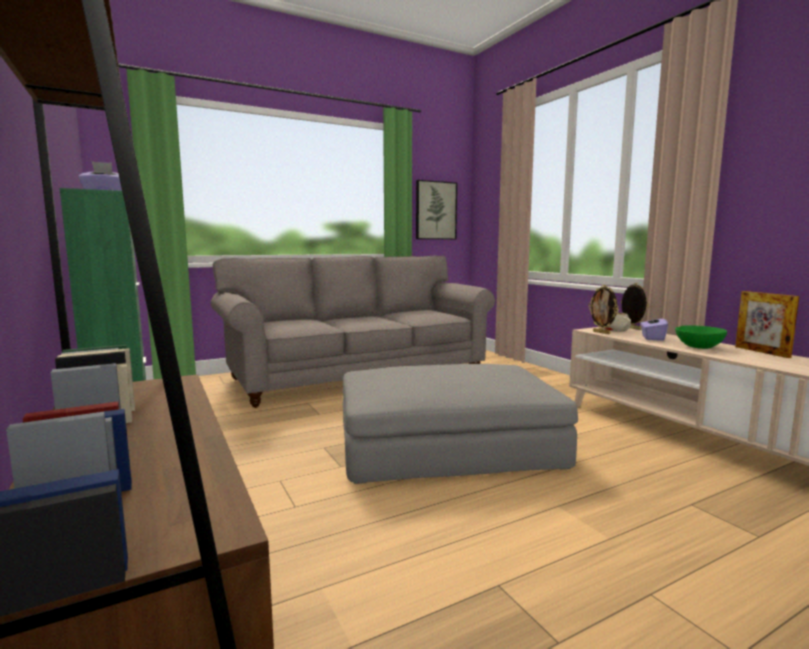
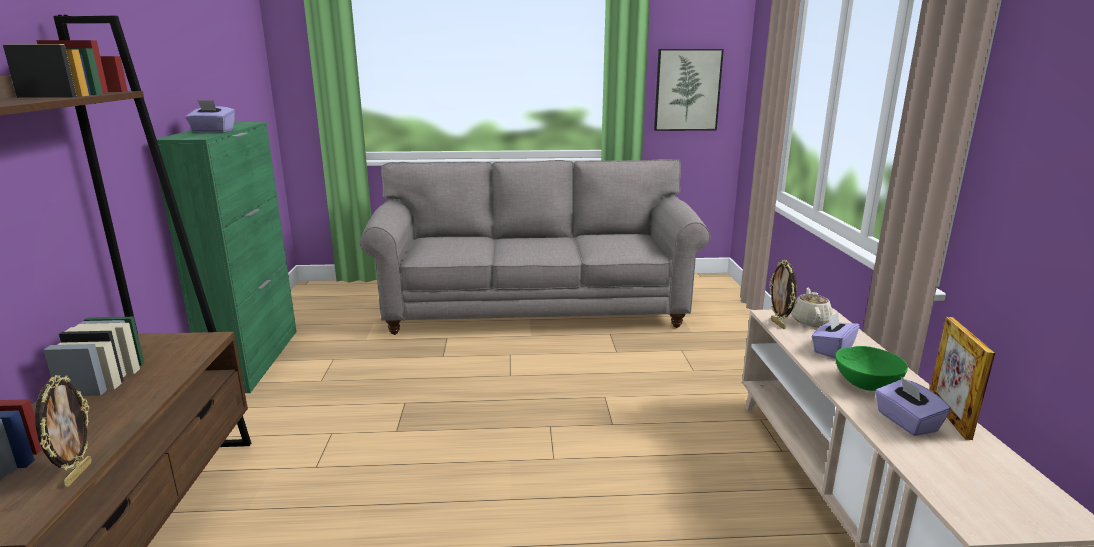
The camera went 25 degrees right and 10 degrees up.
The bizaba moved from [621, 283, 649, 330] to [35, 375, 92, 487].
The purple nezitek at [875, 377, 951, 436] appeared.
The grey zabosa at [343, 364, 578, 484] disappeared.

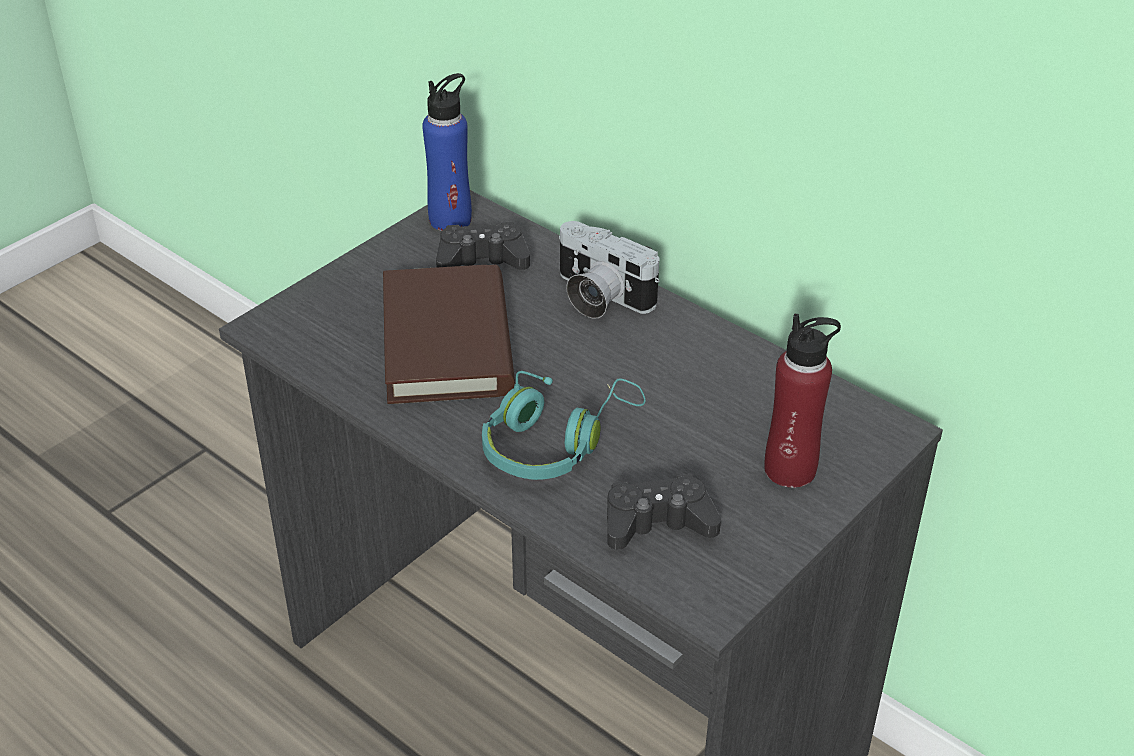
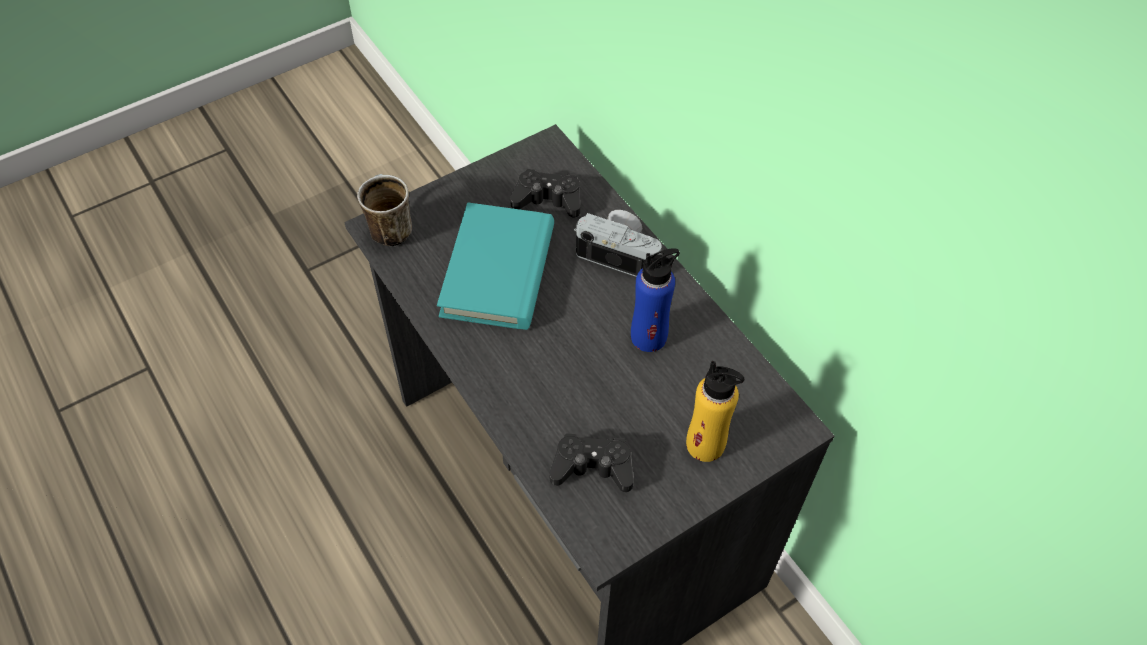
The camera went 15 degrees right and 15 degrees up.
The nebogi at [357, 174, 412, 246] appeared.
The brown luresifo at [383, 265, 515, 404] became the turquoise luresifo at [437, 203, 554, 330].
The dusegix at [559, 221, 660, 318] turned 150 degrees clockwise.
The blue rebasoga moved from [422, 73, 472, 231] to [631, 248, 680, 352].
The red rebasoga at [764, 314, 841, 488] became the yellow rebasoga at [686, 360, 744, 462].
The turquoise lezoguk at [482, 371, 646, 480] disappeared.

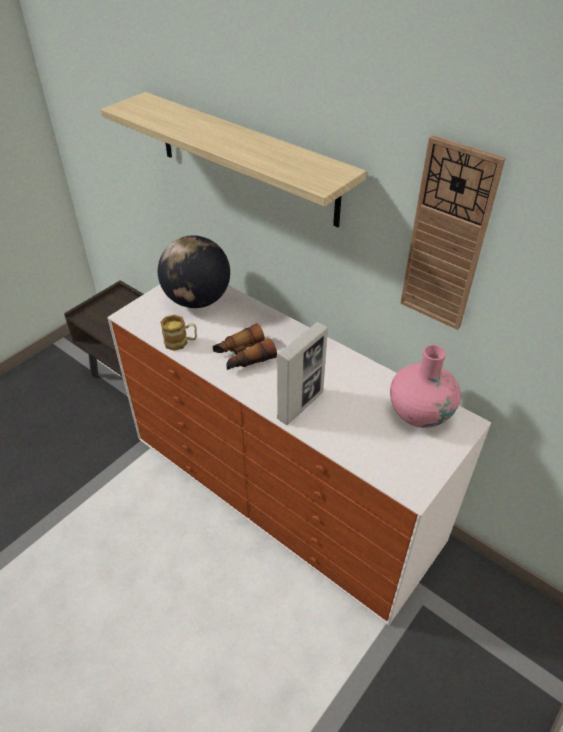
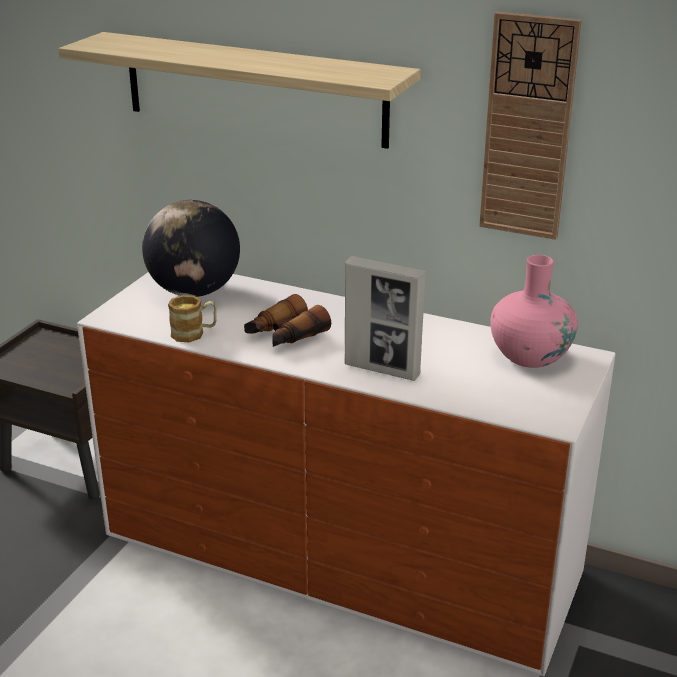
The camera went 15 degrees left and 15 degrees down.
The bizaba at [277, 322, 328, 425] turned 90 degrees clockwise.

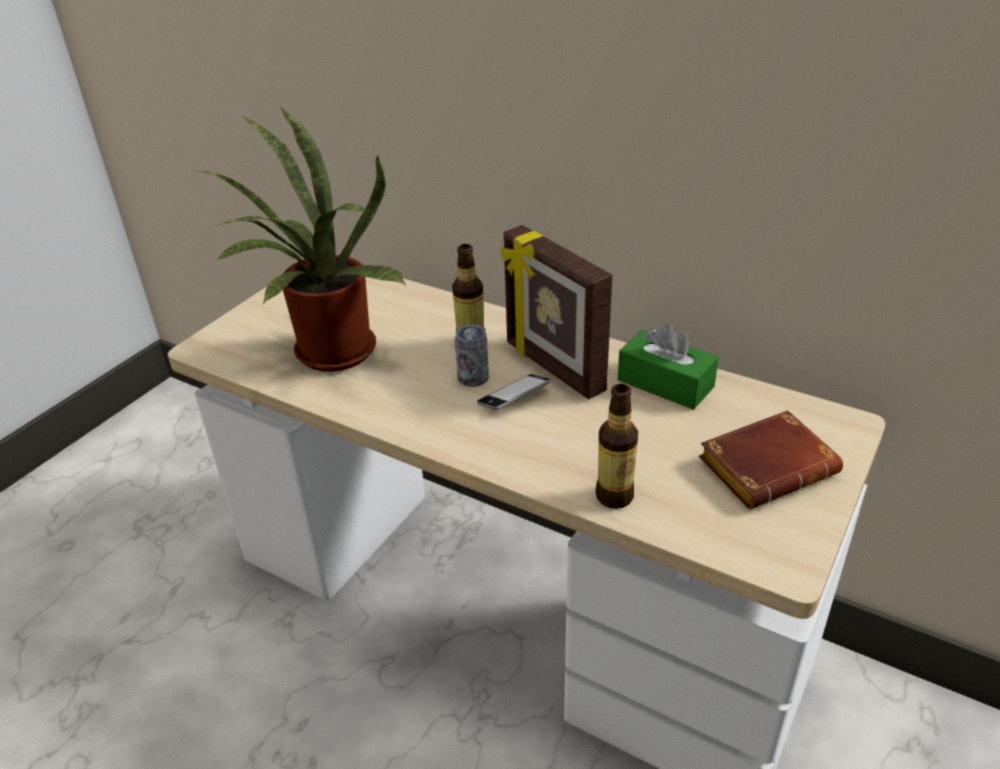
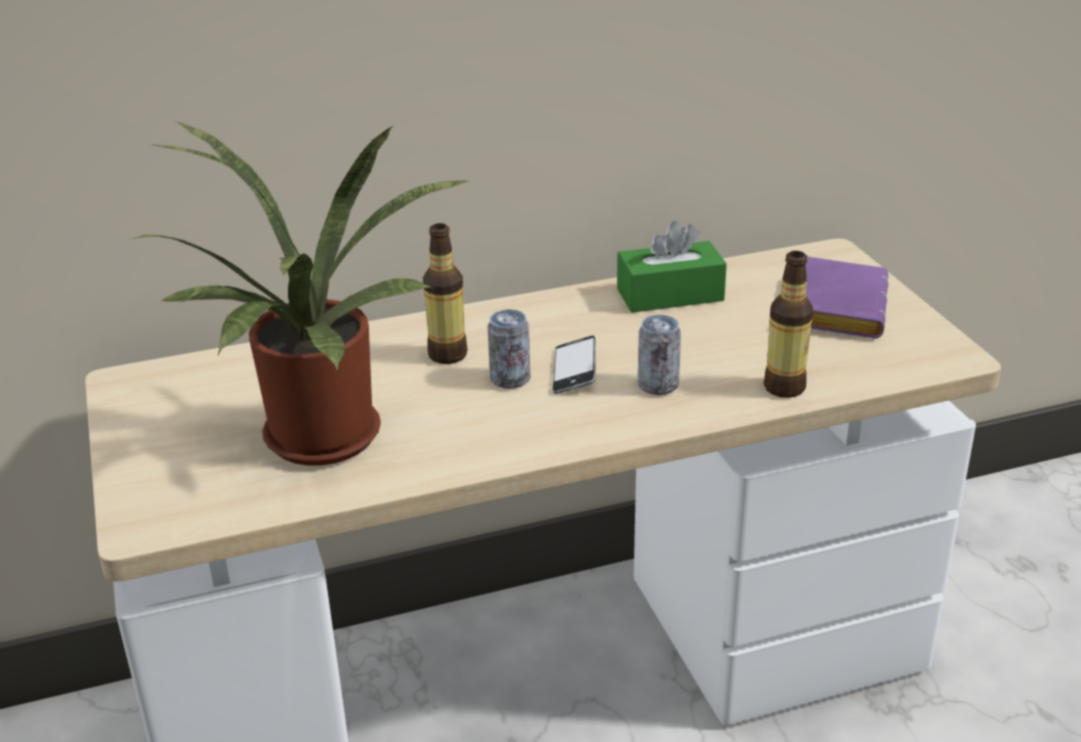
The camera went 50 degrees left and 5 degrees down.
The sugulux at [638, 315, 681, 395] appeared.
The brown luresifo at [699, 410, 843, 509] became the purple luresifo at [805, 257, 888, 338].
The bizaba at [501, 225, 612, 399] disappeared.

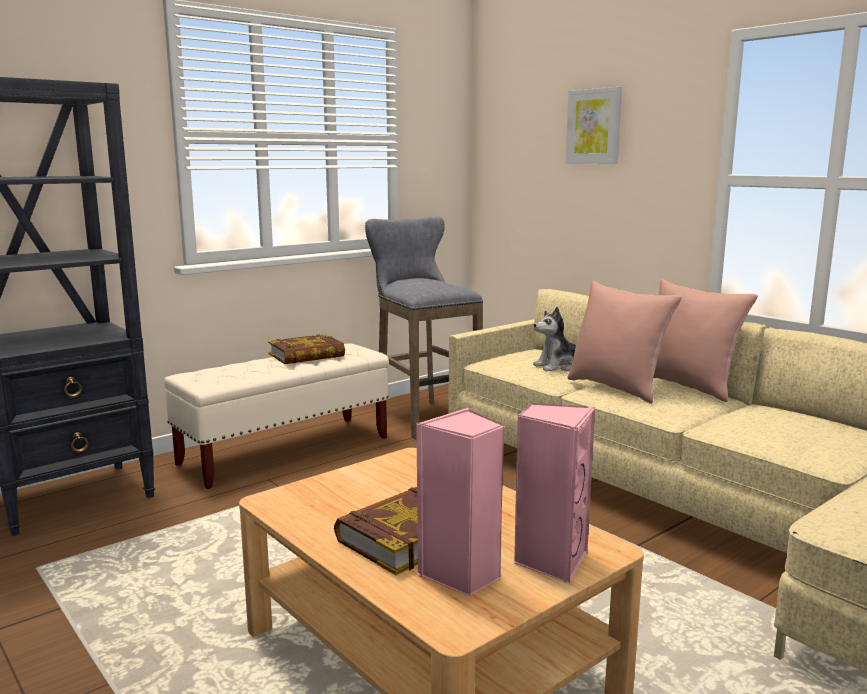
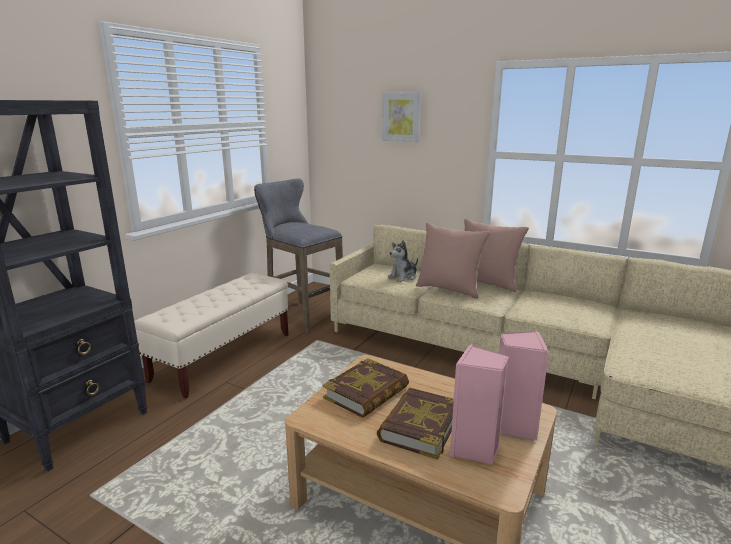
The camera went 20 degrees left and 5 degrees up.
The luresifo moved from [268, 334, 345, 364] to [323, 358, 409, 418].

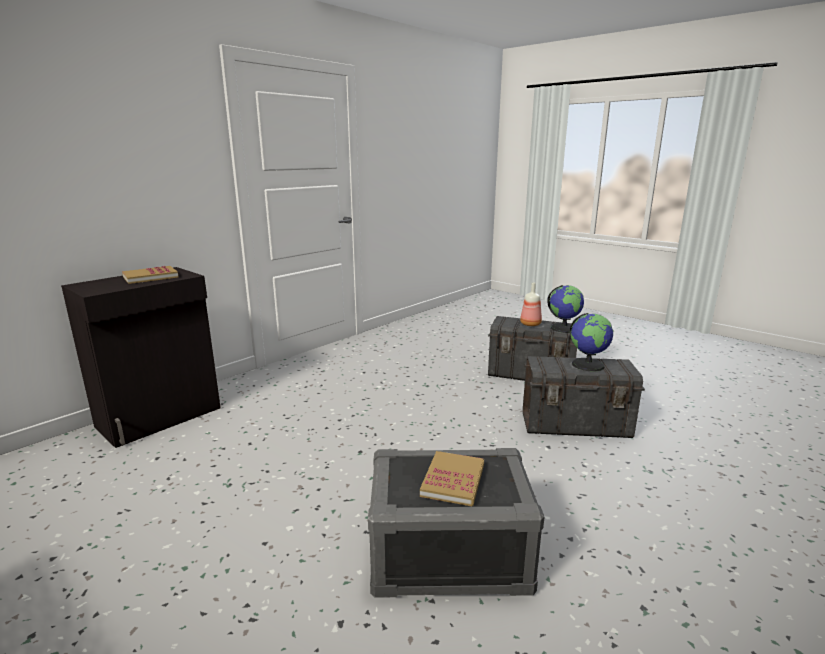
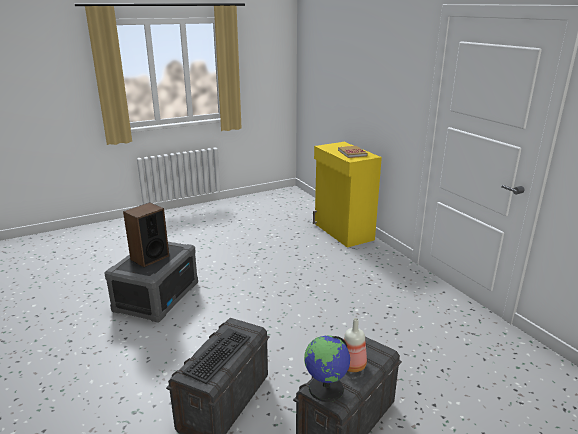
The camera went 110 degrees right and 5 degrees up.
The luresifo at [420, 451, 484, 506] was replaced by the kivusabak at [123, 202, 169, 267].
The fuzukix at [570, 313, 614, 372] was replaced by the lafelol at [183, 328, 251, 384].
The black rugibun at [61, 267, 221, 448] became the yellow rugibun at [313, 142, 382, 248].

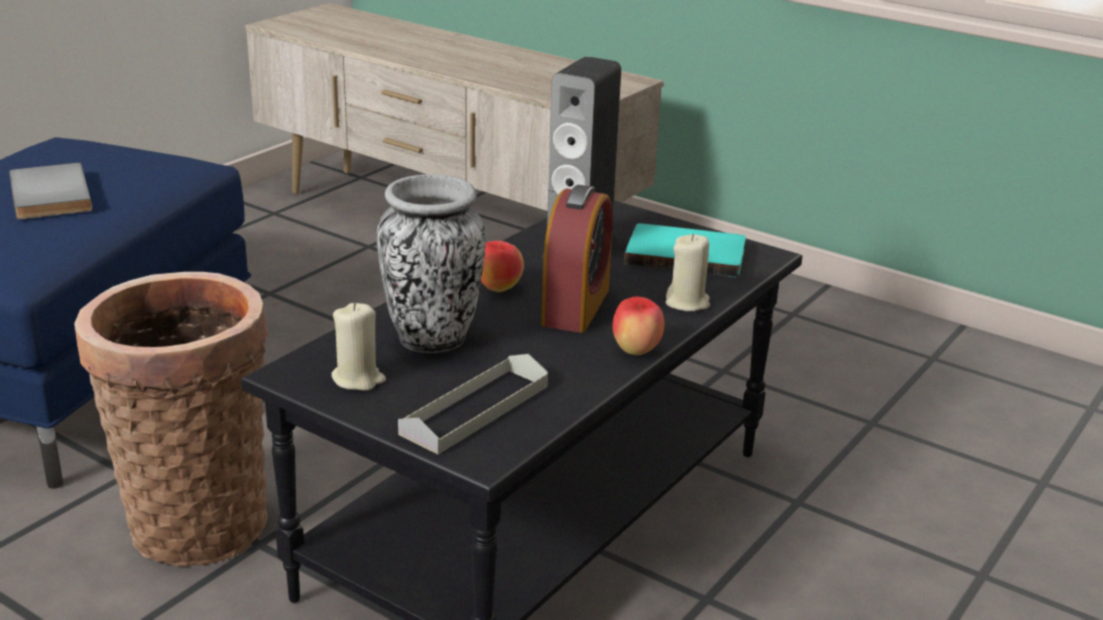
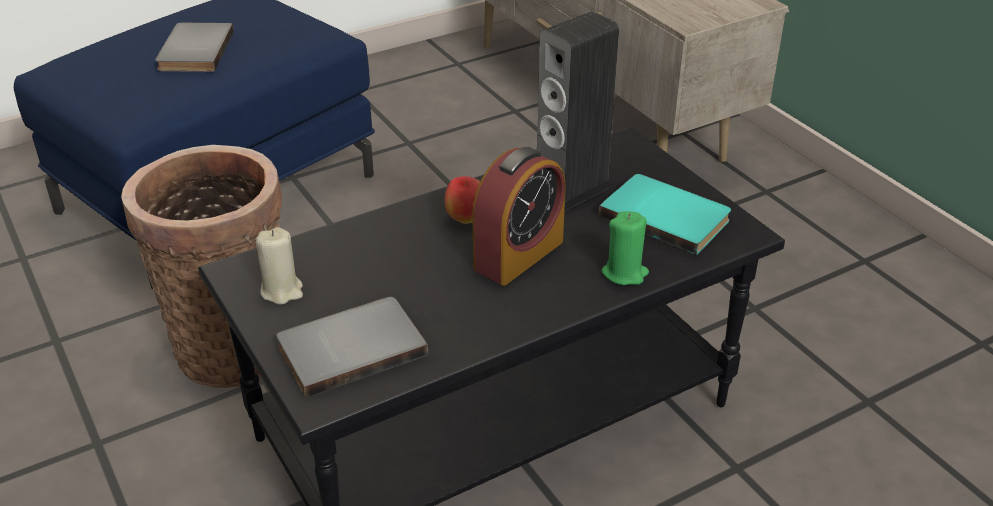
The camera went 25 degrees right and 10 degrees up.
The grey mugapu at [398, 354, 548, 454] was replaced by the grey luresifo at [277, 297, 428, 398].
The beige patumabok at [665, 234, 710, 311] became the green patumabok at [602, 211, 649, 285].
The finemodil at [377, 174, 486, 353] disappeared.
The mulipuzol at [612, 297, 664, 355] disappeared.

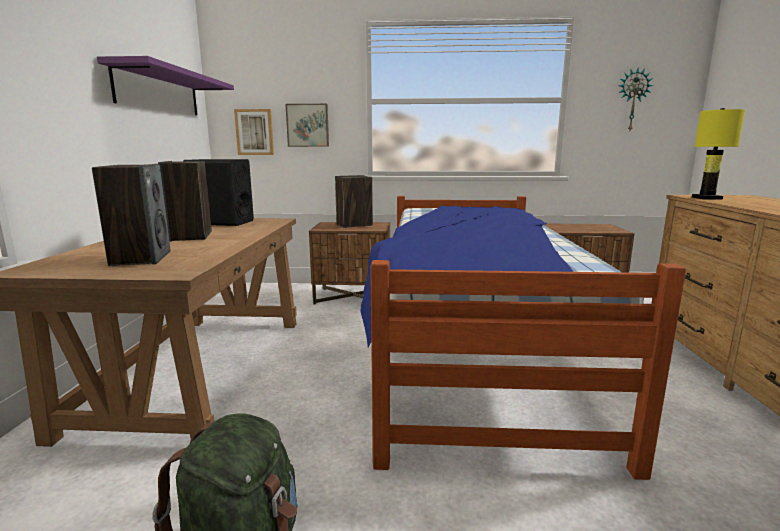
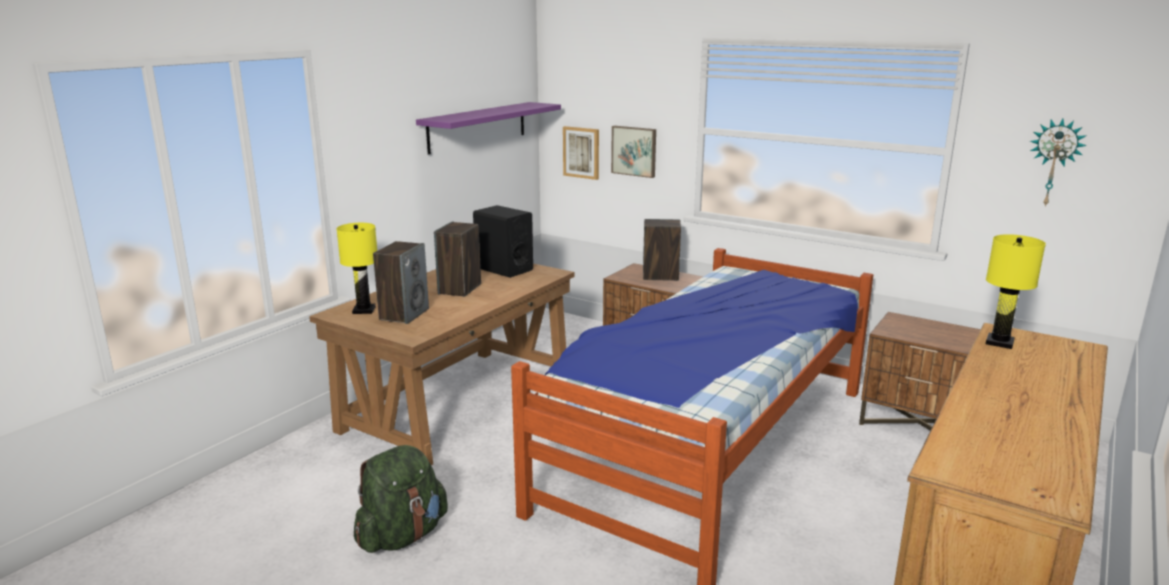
The camera went 30 degrees right and 5 degrees up.
The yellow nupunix at [336, 223, 377, 314] appeared.

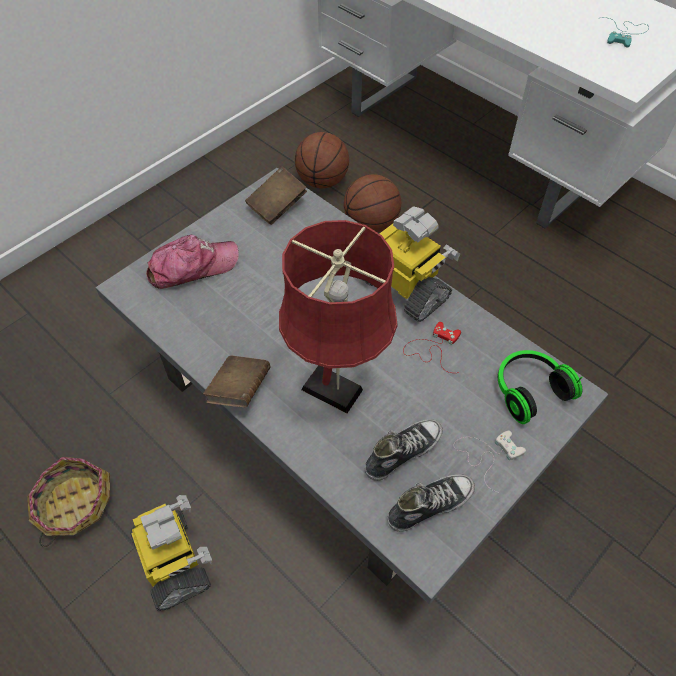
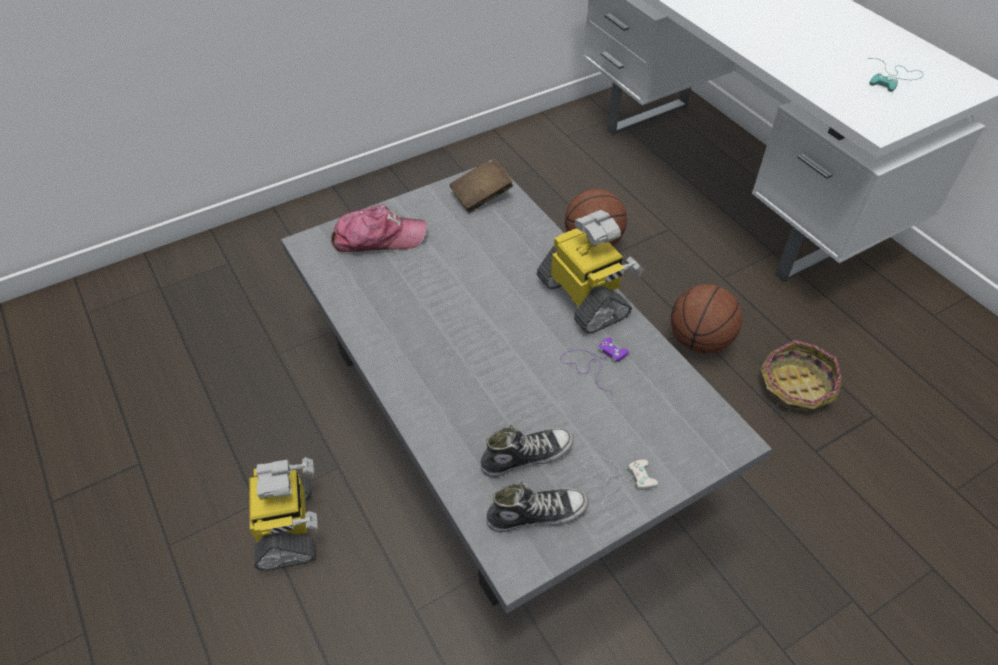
The camera went 15 degrees right and 5 degrees down.
The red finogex at [403, 322, 461, 373] became the purple finogex at [560, 338, 629, 391].
The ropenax moved from [295, 132, 349, 188] to [671, 284, 742, 354].
The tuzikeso moved from [27, 457, 110, 547] to [761, 340, 841, 414].
The brown luresifo at [203, 356, 271, 407] disappeared.
The red nupunix at [279, 220, 398, 413] disappeared.
The lezoguk at [498, 350, 582, 424] disappeared.

